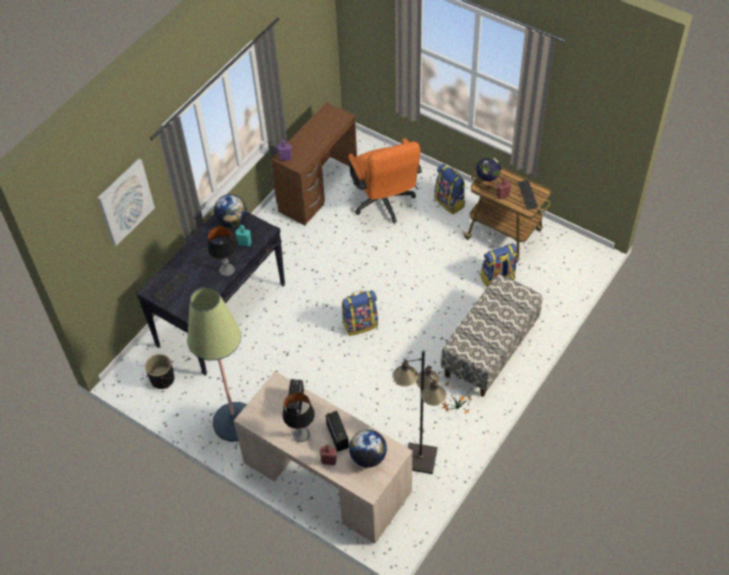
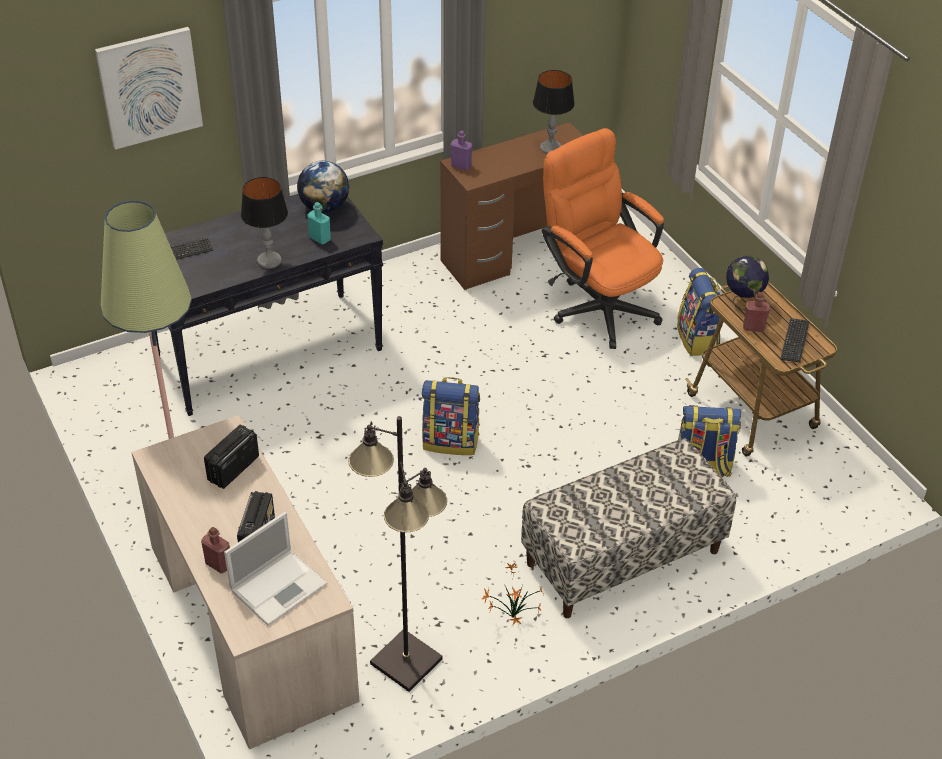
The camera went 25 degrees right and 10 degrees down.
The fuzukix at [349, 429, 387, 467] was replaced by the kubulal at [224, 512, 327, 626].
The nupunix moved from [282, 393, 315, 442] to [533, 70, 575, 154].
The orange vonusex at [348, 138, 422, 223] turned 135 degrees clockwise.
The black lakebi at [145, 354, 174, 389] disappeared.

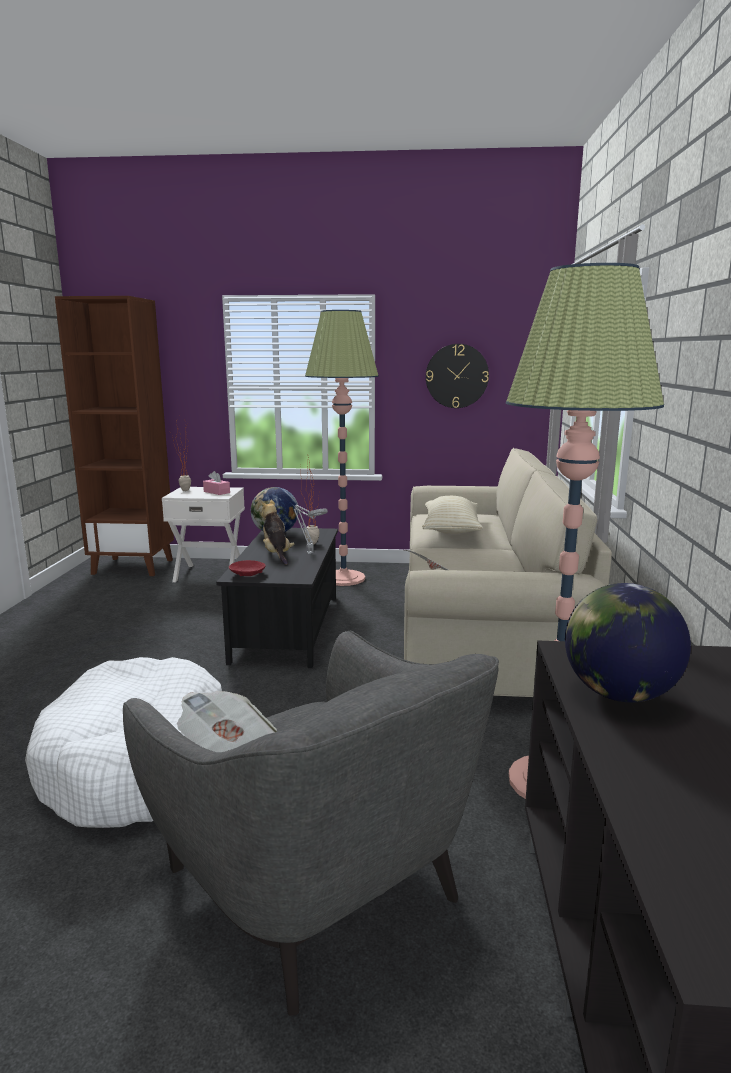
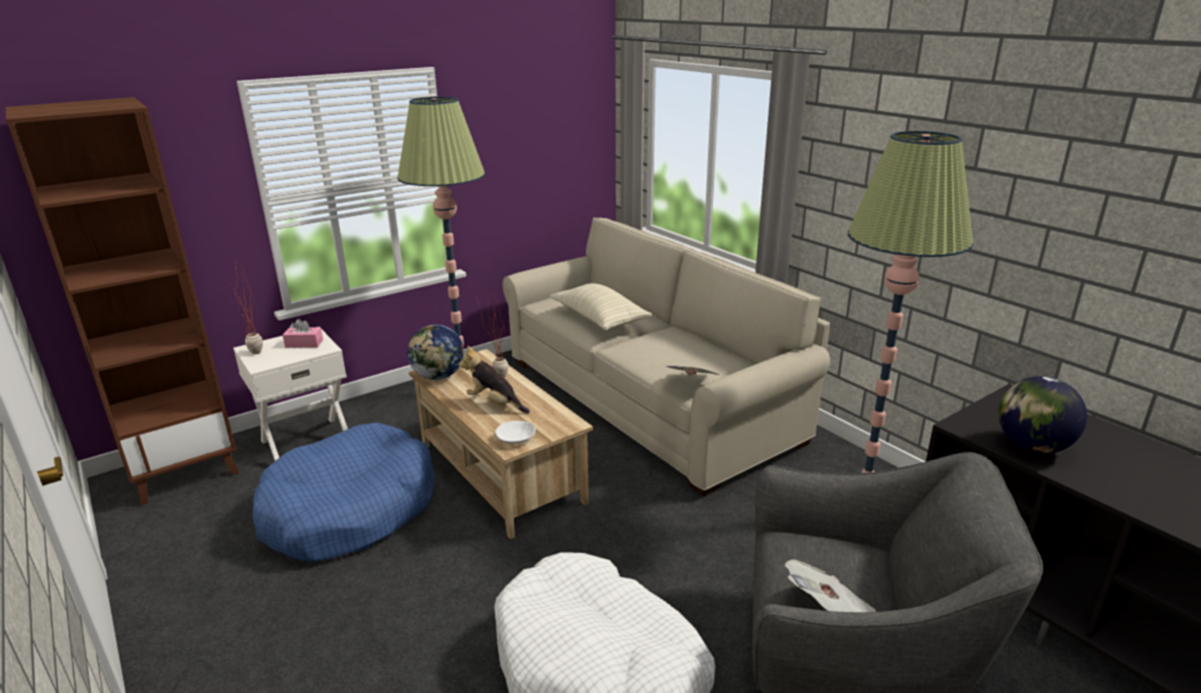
The camera went 40 degrees left and 10 degrees up.
The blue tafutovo at [253, 423, 435, 562] appeared.
The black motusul at [216, 528, 338, 668] became the beige motusul at [409, 349, 593, 539].
The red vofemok at [229, 560, 266, 576] became the white vofemok at [495, 421, 536, 445].
The grey nupunix at [294, 505, 328, 554] disappeared.
The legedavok at [426, 344, 489, 408] disappeared.

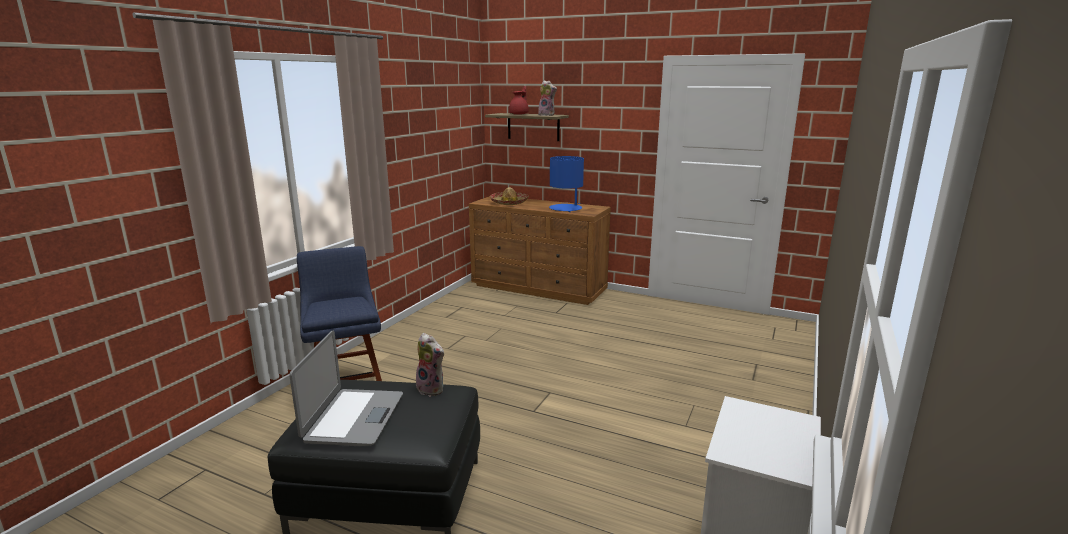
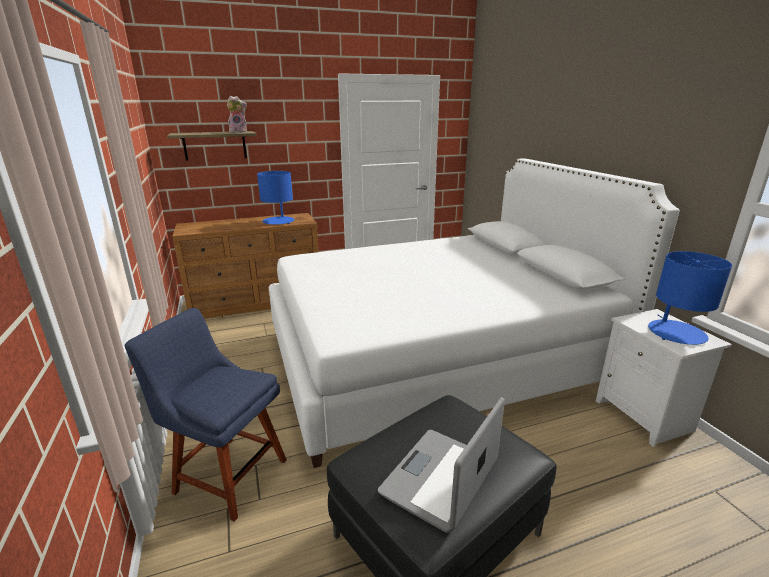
The camera went 45 degrees left and 5 degrees up.
The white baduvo at [269, 158, 679, 468] appeared.
The kubulal at [289, 331, 403, 446] turned 105 degrees counterclockwise.
The blue nupunix at [648, 251, 732, 345] appeared.
The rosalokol at [416, 333, 444, 396] disappeared.
The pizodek at [489, 187, 529, 205] disappeared.
The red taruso at [509, 86, 529, 115] disappeared.

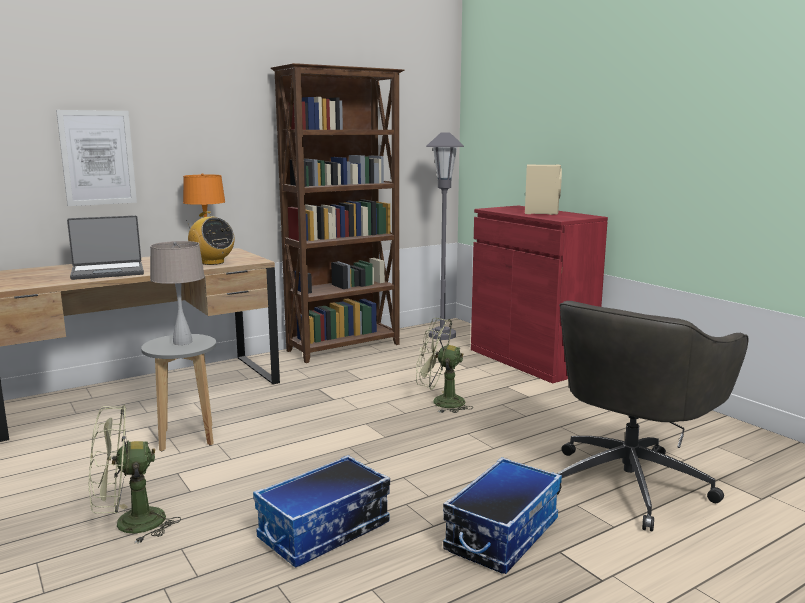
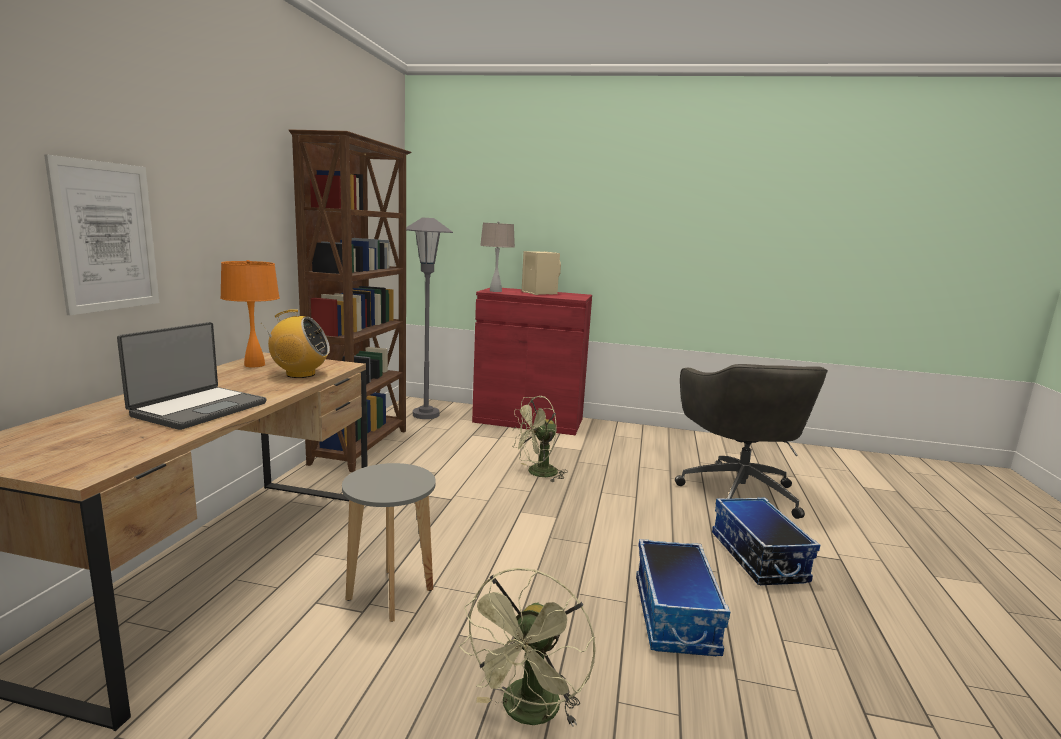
The camera went 45 degrees left and 0 degrees up.
The beige nupunix moved from [150, 241, 205, 345] to [480, 221, 515, 292].

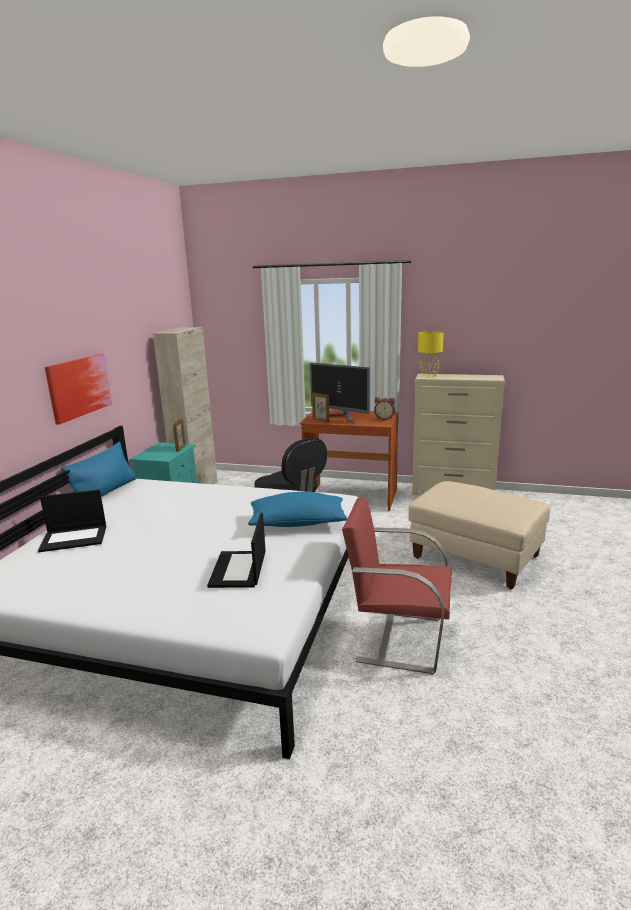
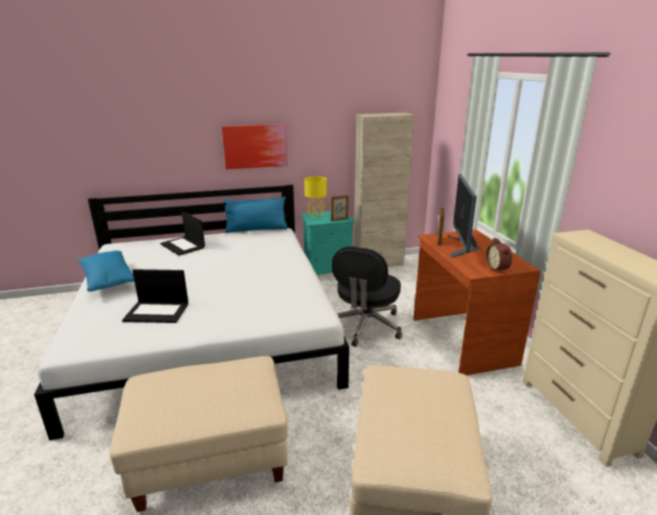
The camera went 60 degrees right and 5 degrees up.
The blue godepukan moved from [248, 492, 347, 527] to [78, 250, 134, 292].
The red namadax at [342, 497, 452, 674] was replaced by the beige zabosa at [110, 356, 288, 512].
The kubulal at [207, 513, 266, 588] turned 150 degrees counterclockwise.
The yellow nupunix moved from [418, 331, 444, 378] to [304, 176, 327, 218].

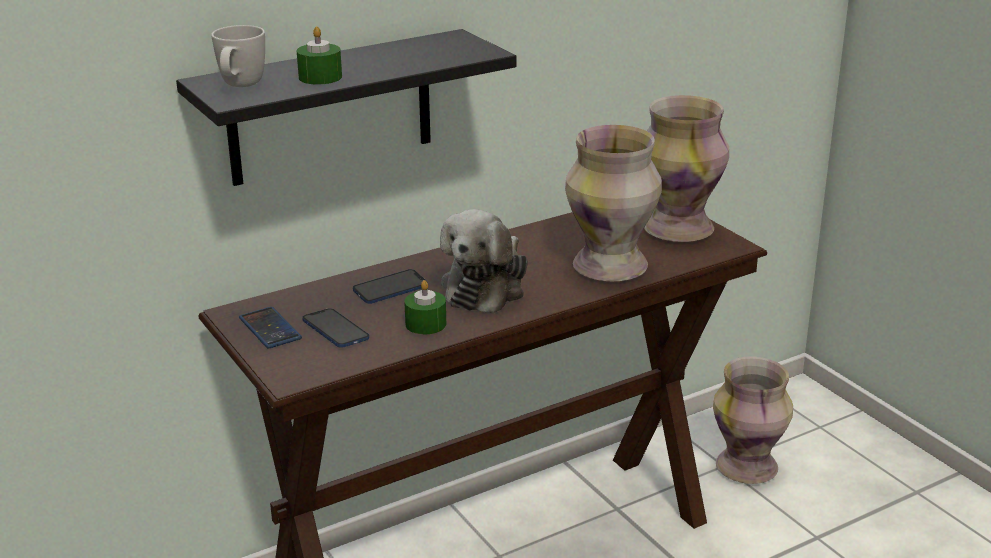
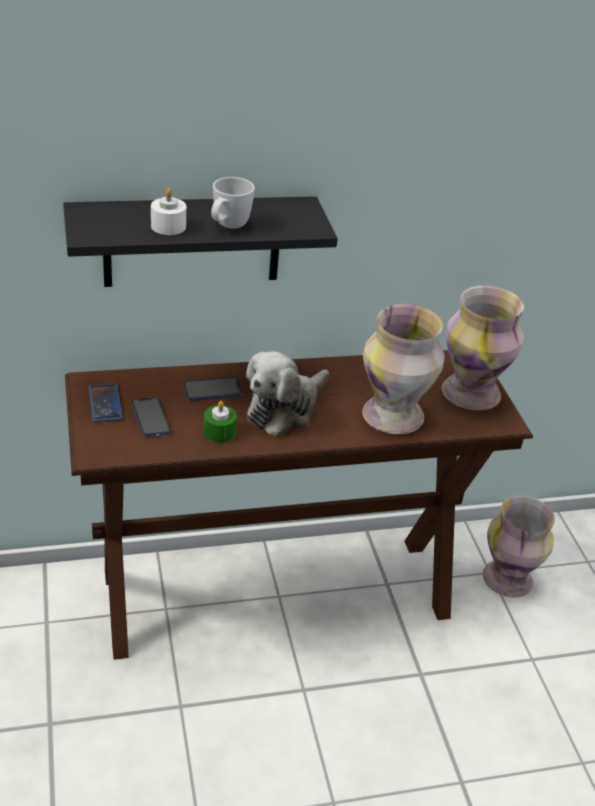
The camera went 15 degrees right and 10 degrees up.
The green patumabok at [297, 26, 342, 85] became the white patumabok at [151, 188, 186, 235].
The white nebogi moved from [211, 25, 265, 87] to [211, 177, 255, 229].

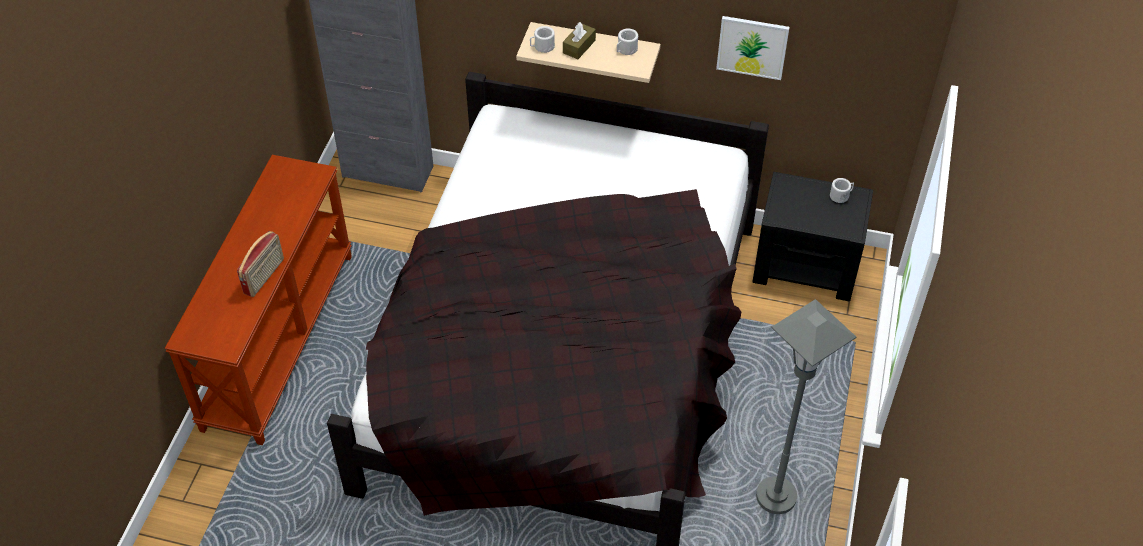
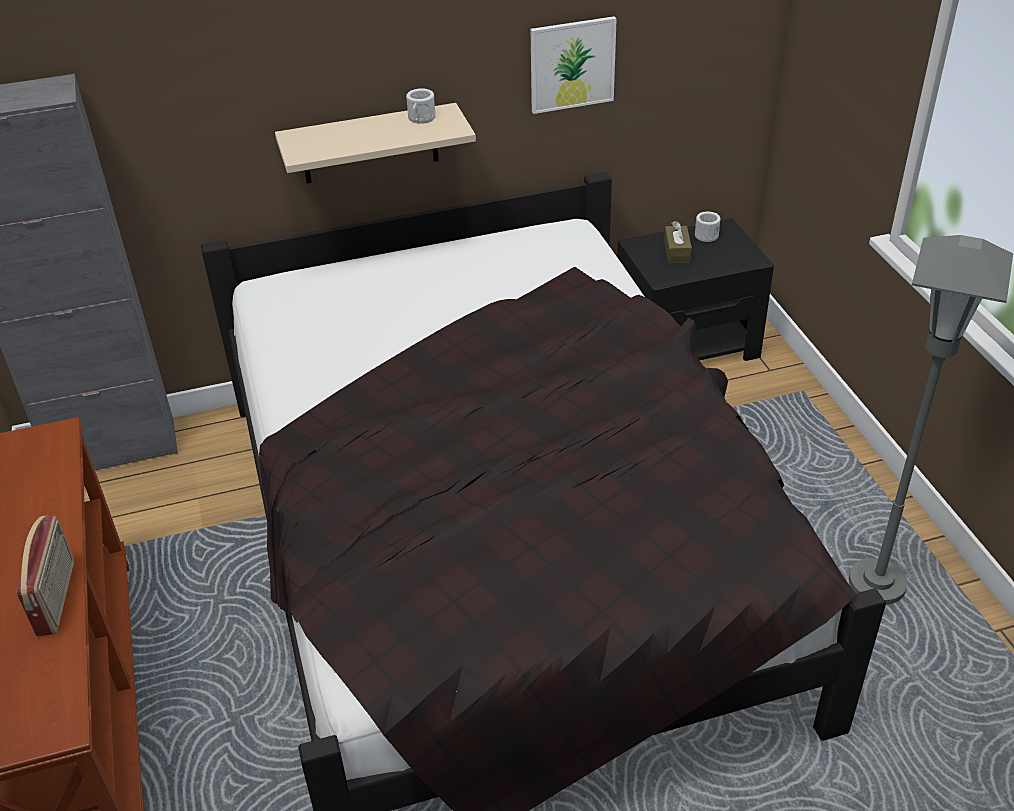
The camera went 30 degrees left and 10 degrees down.
The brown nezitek moved from [563, 22, 596, 59] to [664, 221, 692, 264].
The white nebogi at [530, 26, 555, 53] disappeared.

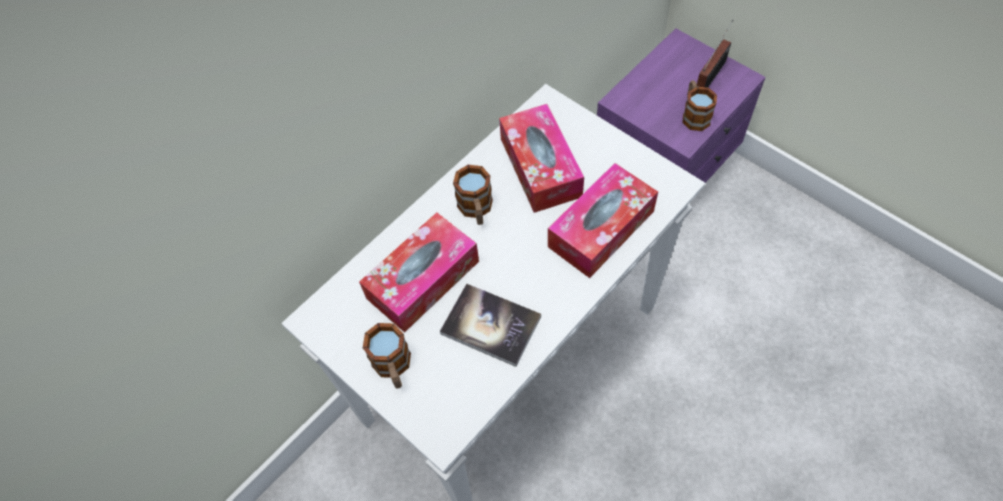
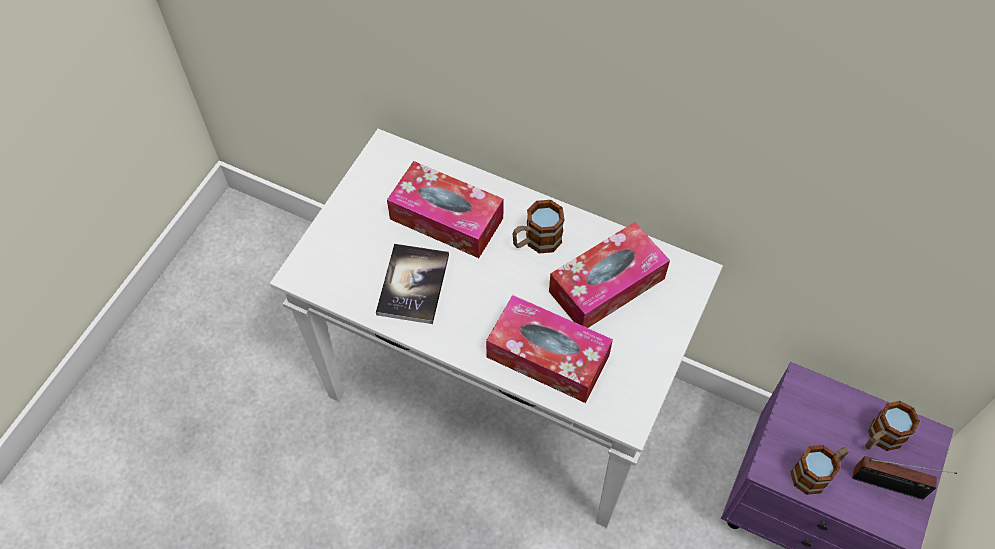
The camera went 70 degrees right and 0 degrees up.
The nebogi moved from [363, 323, 411, 389] to [865, 401, 920, 451].

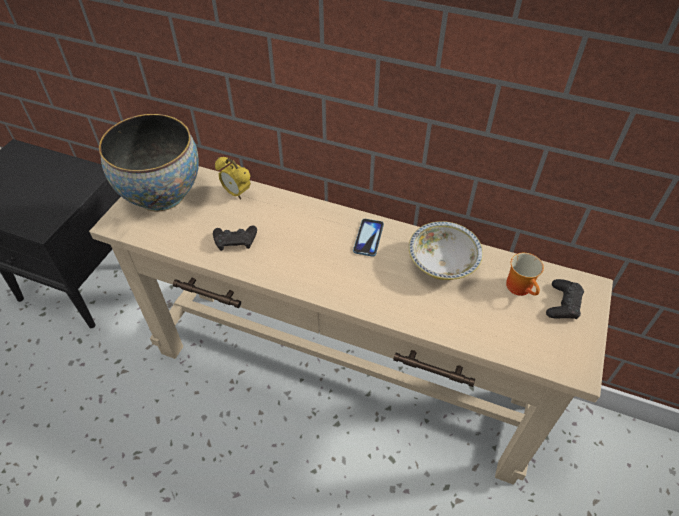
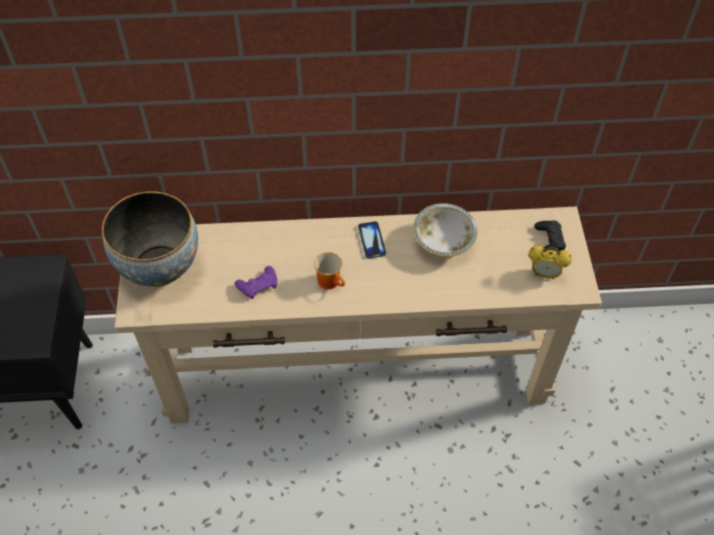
The camera went 25 degrees left and 5 degrees up.
The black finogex at [213, 225, 257, 251] became the purple finogex at [235, 266, 278, 299].
The nebogi moved from [506, 253, 544, 296] to [314, 252, 345, 289].
The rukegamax moved from [215, 157, 251, 199] to [529, 246, 572, 279].

